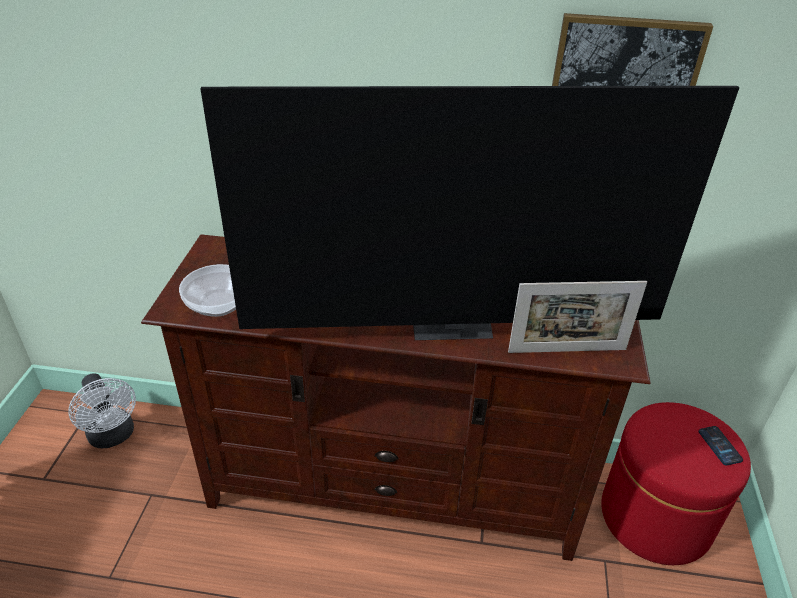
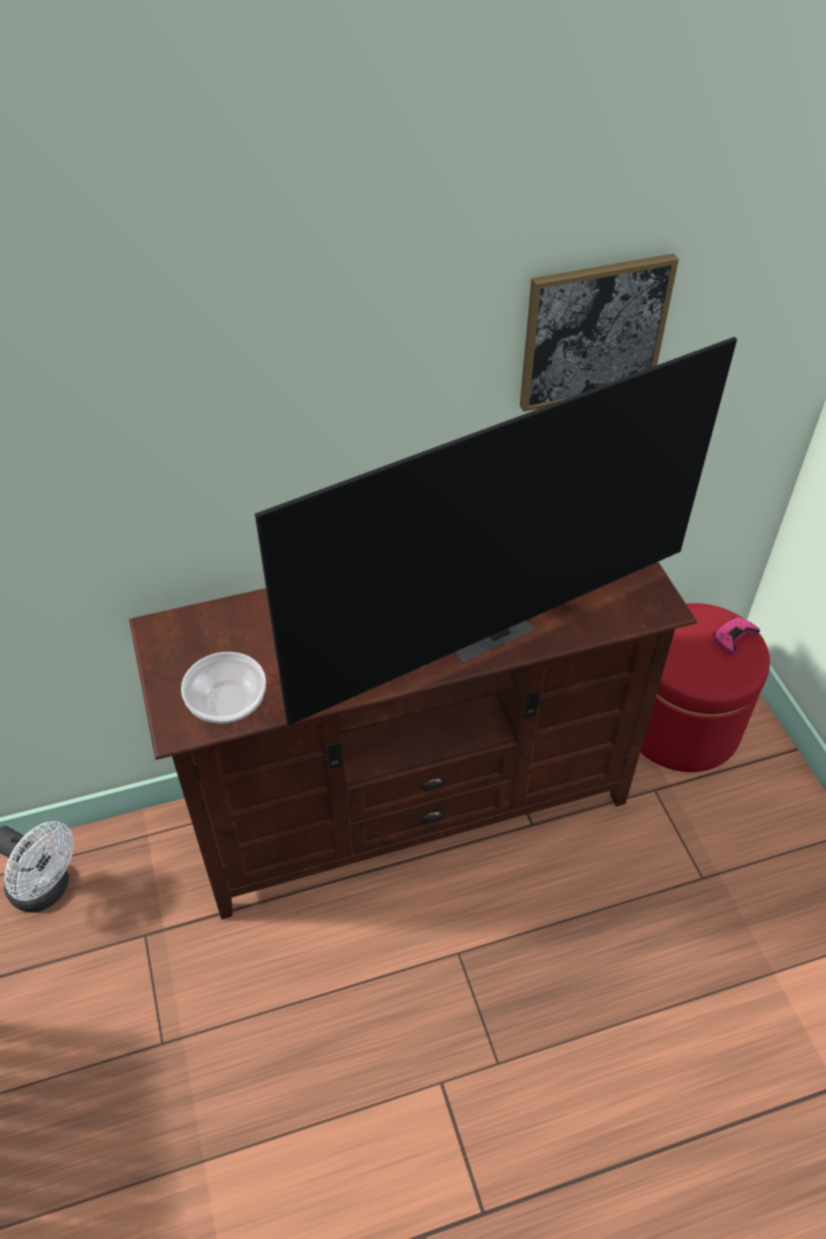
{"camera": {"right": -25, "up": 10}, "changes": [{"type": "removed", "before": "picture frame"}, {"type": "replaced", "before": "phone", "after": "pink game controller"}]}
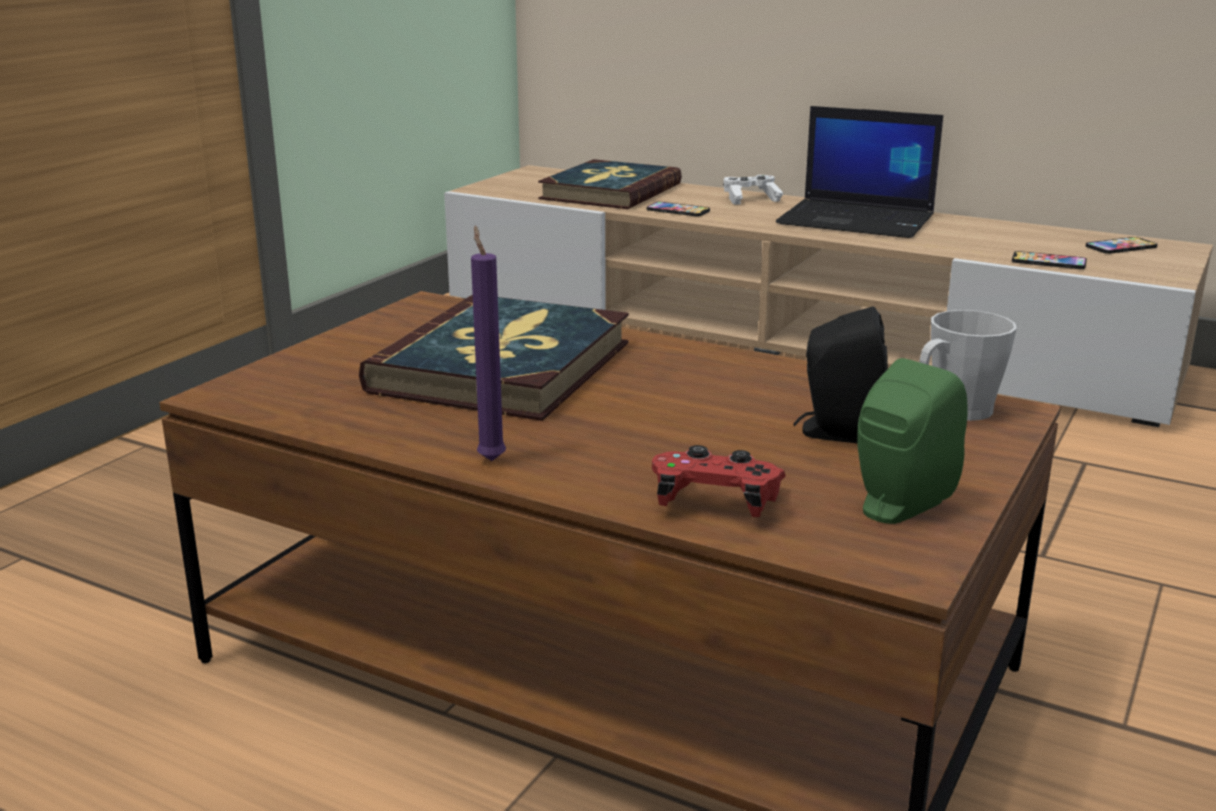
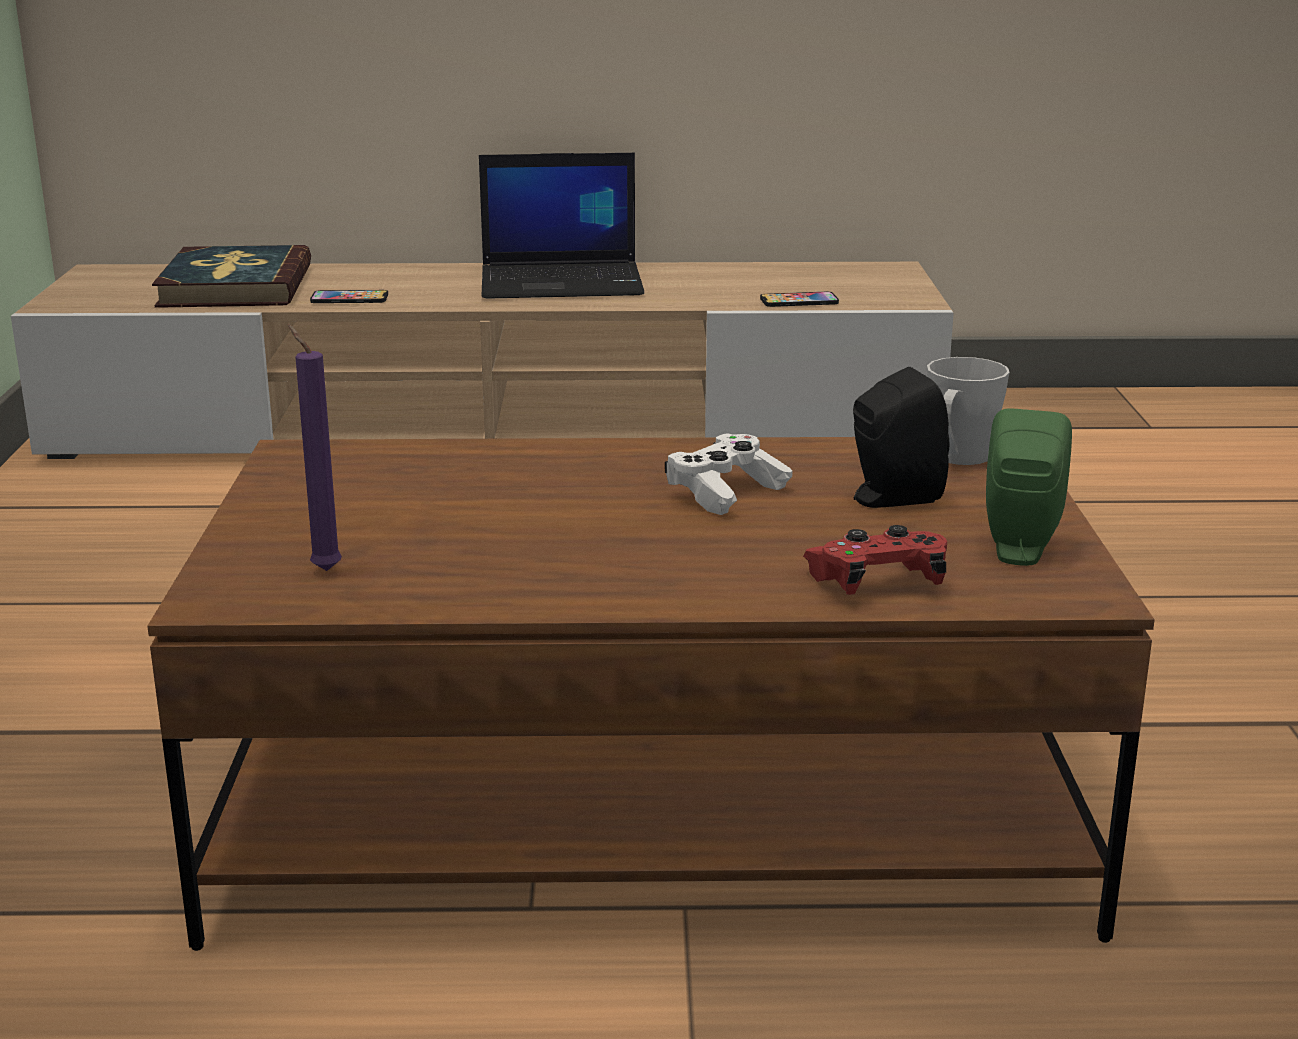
{"camera": {"right": -30, "up": 0}, "changes": [{"type": "removed", "before": "bound book (1st from left)"}, {"type": "removed", "before": "phone (3rd from left)"}, {"type": "moved", "before": "purplish wax light"}, {"type": "moved", "before": "whitish game controller"}]}
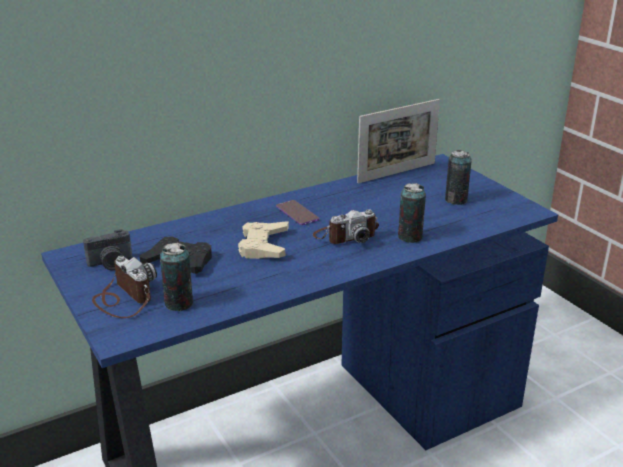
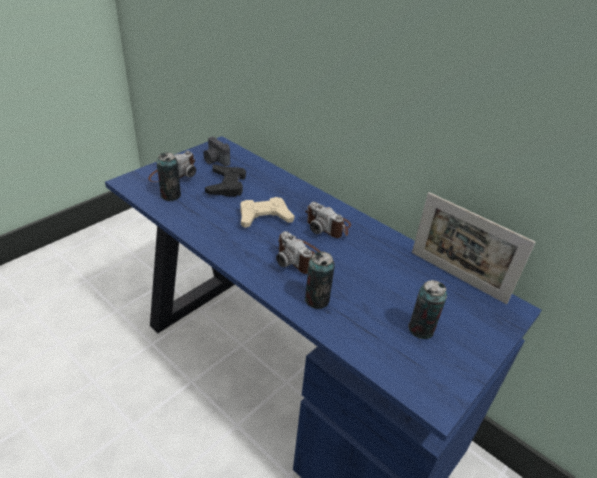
{"camera": {"right": 70, "up": 10}, "changes": [{"type": "replaced", "before": "phone", "after": "photo camera (4th from left)"}]}
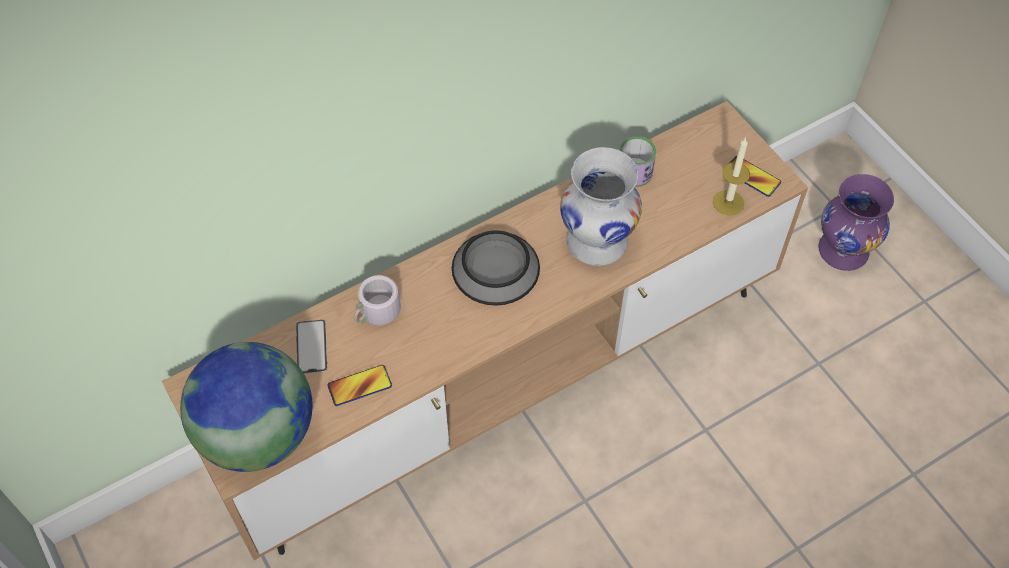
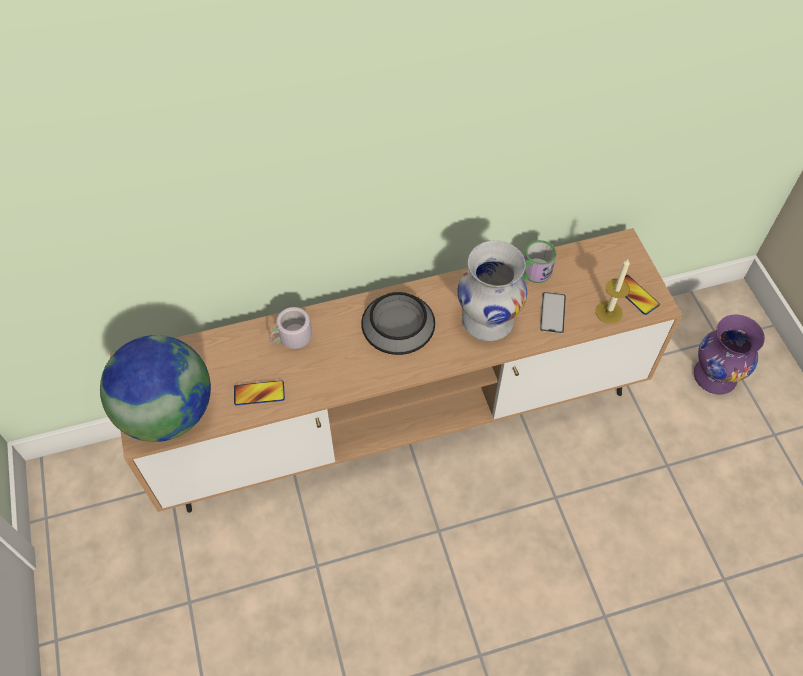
{"camera": {"right": 15, "up": 0}, "changes": [{"type": "moved", "before": "phone (1st from left in the first image)", "after": "phone (2nd from left)"}]}
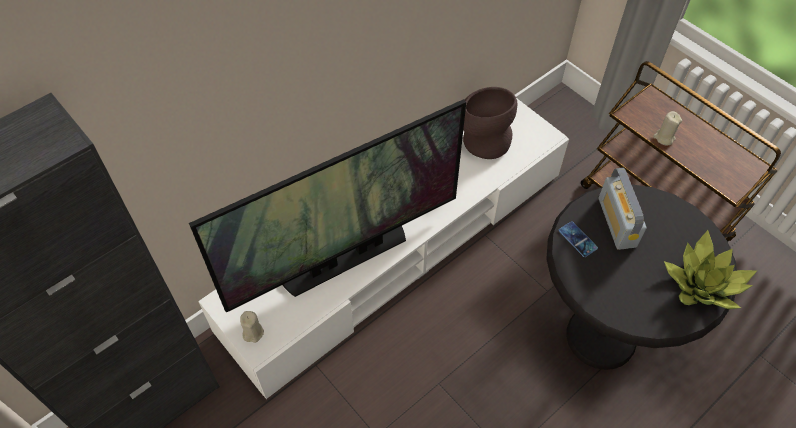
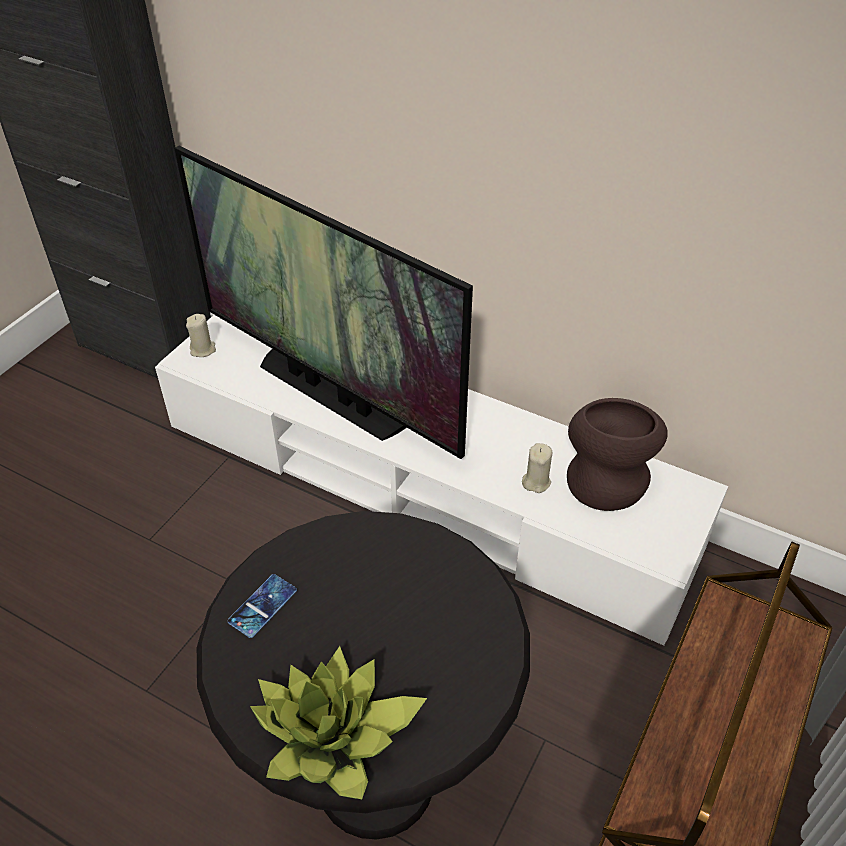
{"camera": {"right": 70, "up": -10}, "changes": [{"type": "removed", "before": "radio"}, {"type": "moved", "before": "phone"}, {"type": "moved", "before": "sand-coloured wax light (2nd from left)"}]}
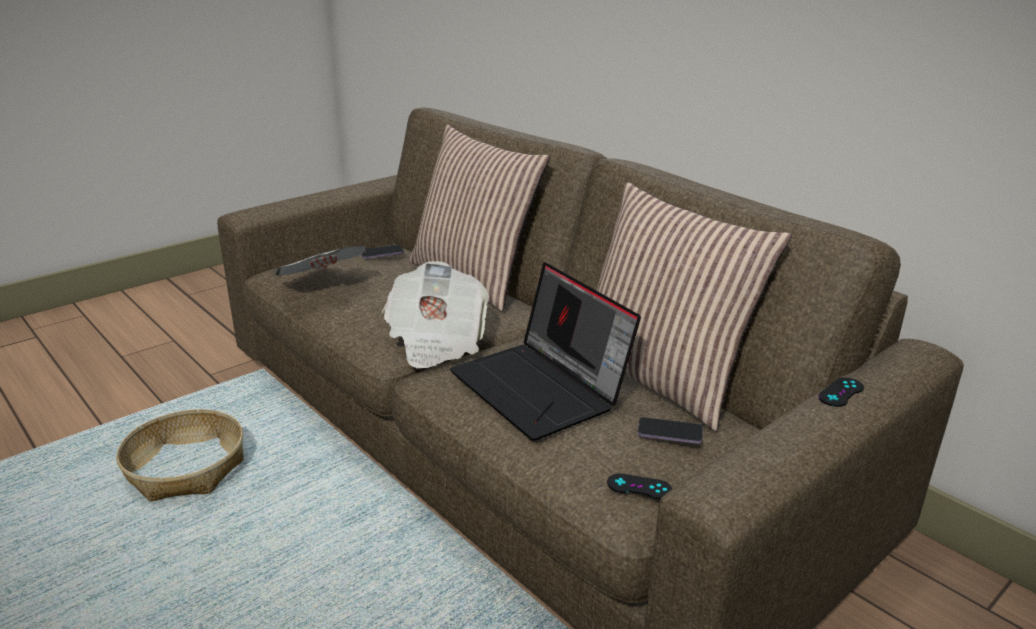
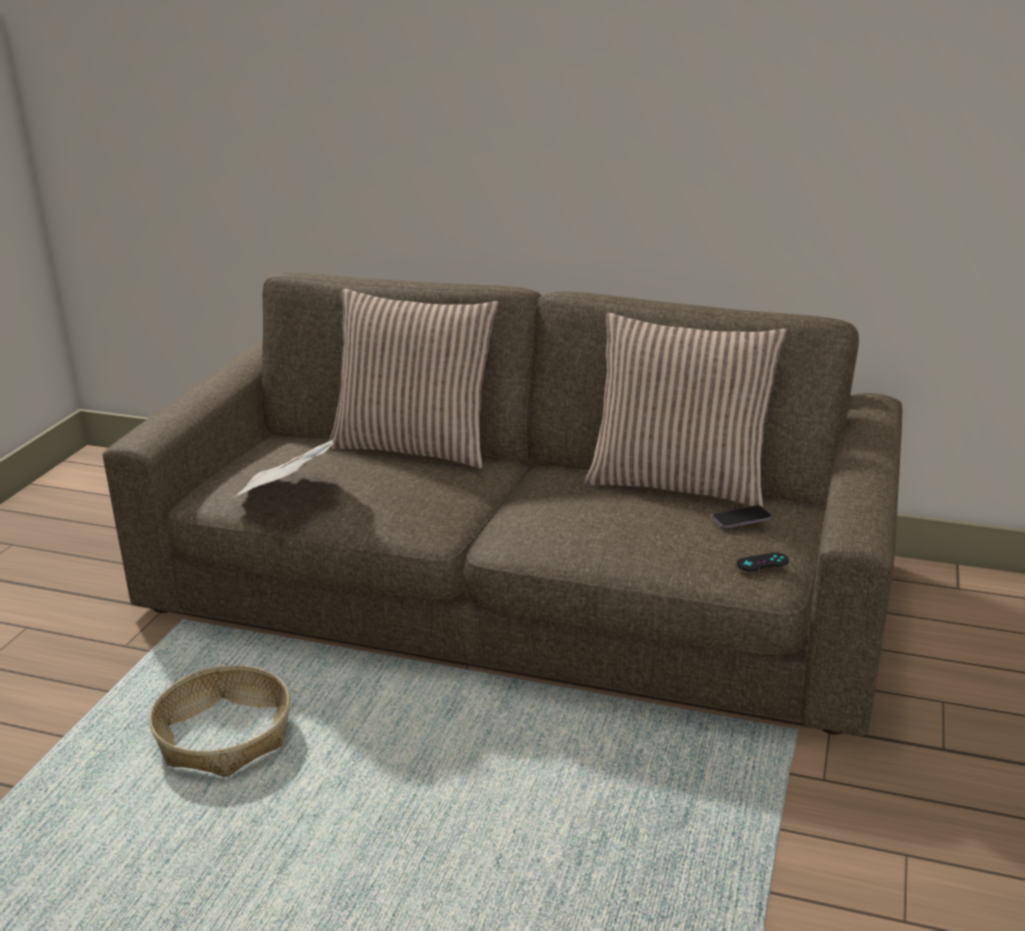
{"camera": {"right": -30, "up": 0}, "changes": [{"type": "removed", "before": "phone (1st from left)"}, {"type": "removed", "before": "newspaper (2nd from left)"}, {"type": "removed", "before": "notebook computer"}, {"type": "removed", "before": "black game controller (2nd from left)"}]}
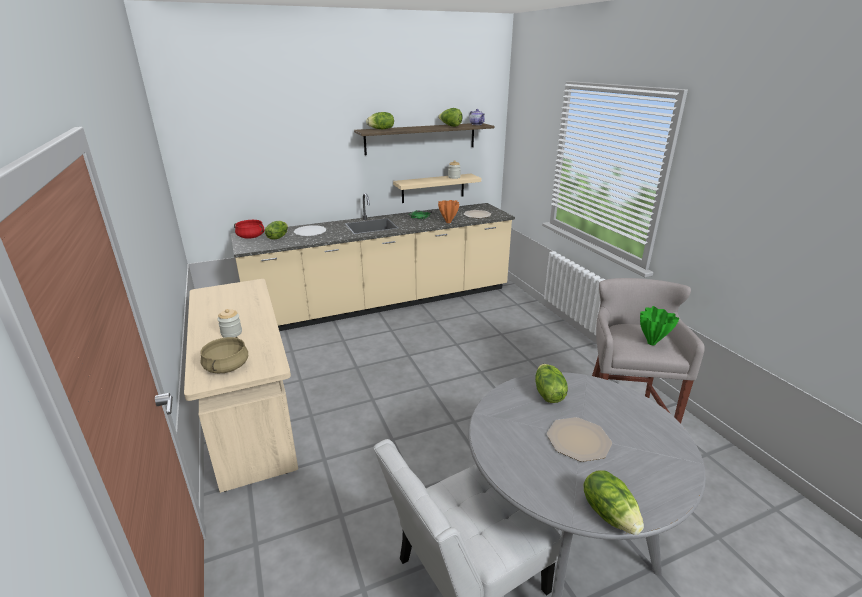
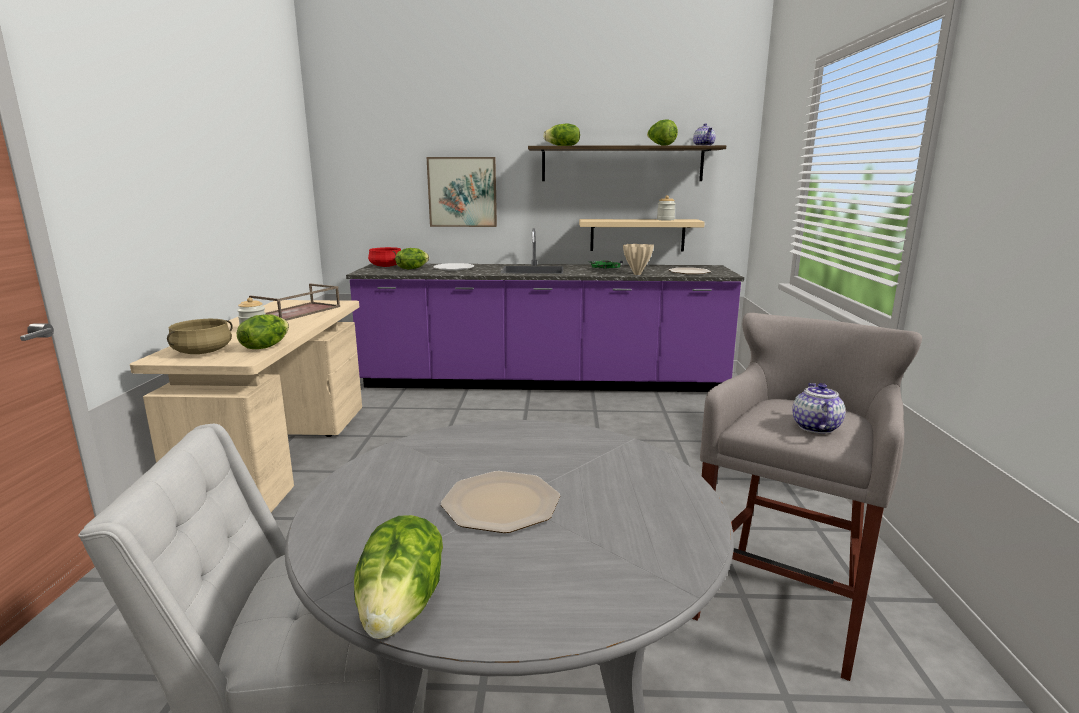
{"camera": {"right": 25, "up": -10}, "changes": [{"type": "added", "after": "brown serving tray"}, {"type": "added", "after": "wall picture"}, {"type": "moved", "before": "lettuce head (4th from left in the first image)", "after": "lettuce head (1st from left)"}, {"type": "replaced", "before": "green-coloured vase", "after": "pot for tea (2nd from left)"}, {"type": "recoloured", "before": "sand-coloured counter", "after": "purplish counter"}, {"type": "recoloured", "before": "orange-coloured vase", "after": "sand-coloured vase"}]}
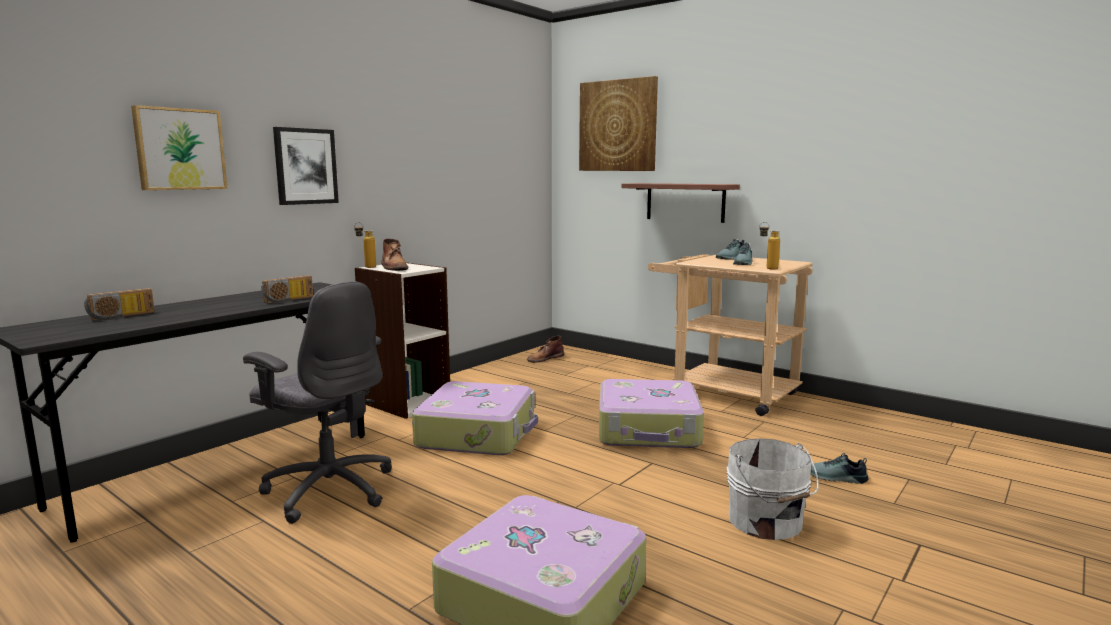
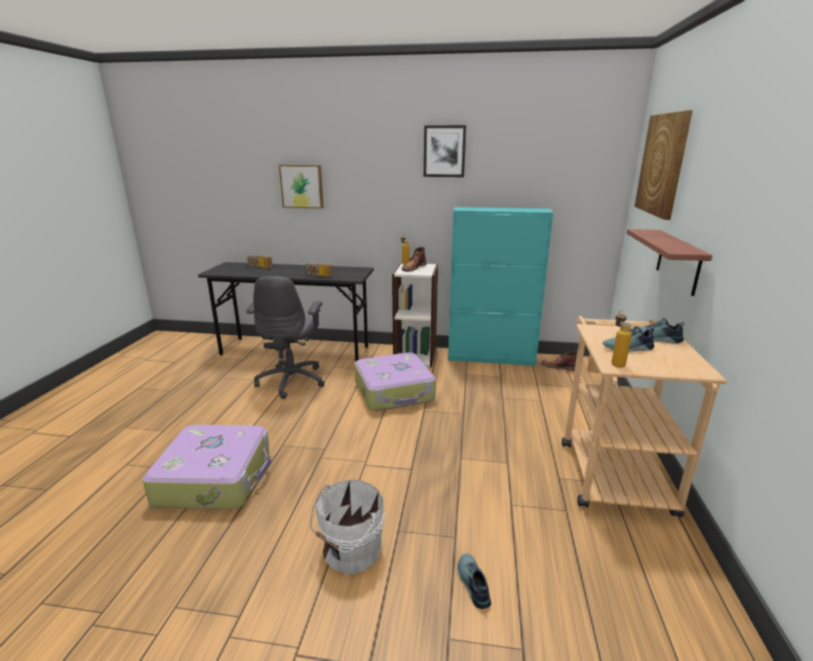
{"camera": {"right": 60, "up": 10}, "changes": [{"type": "removed", "before": "suitcase (3rd from left)"}, {"type": "added", "after": "turquoise cabinet"}, {"type": "moved", "before": "wall picture (2nd from left)"}]}
